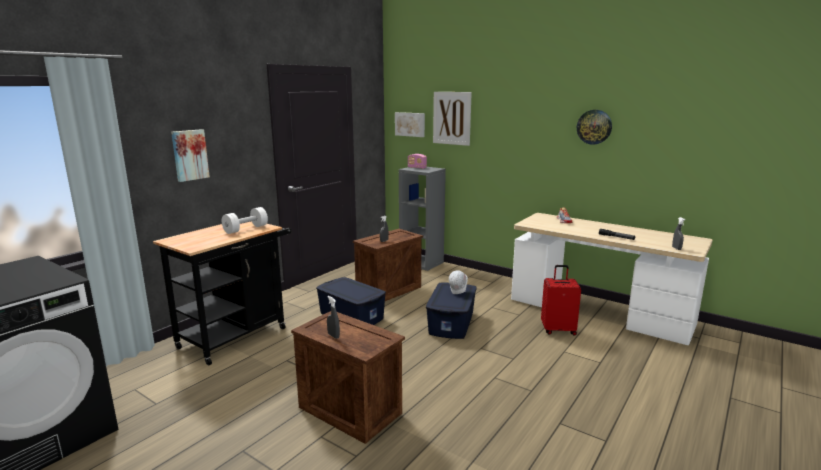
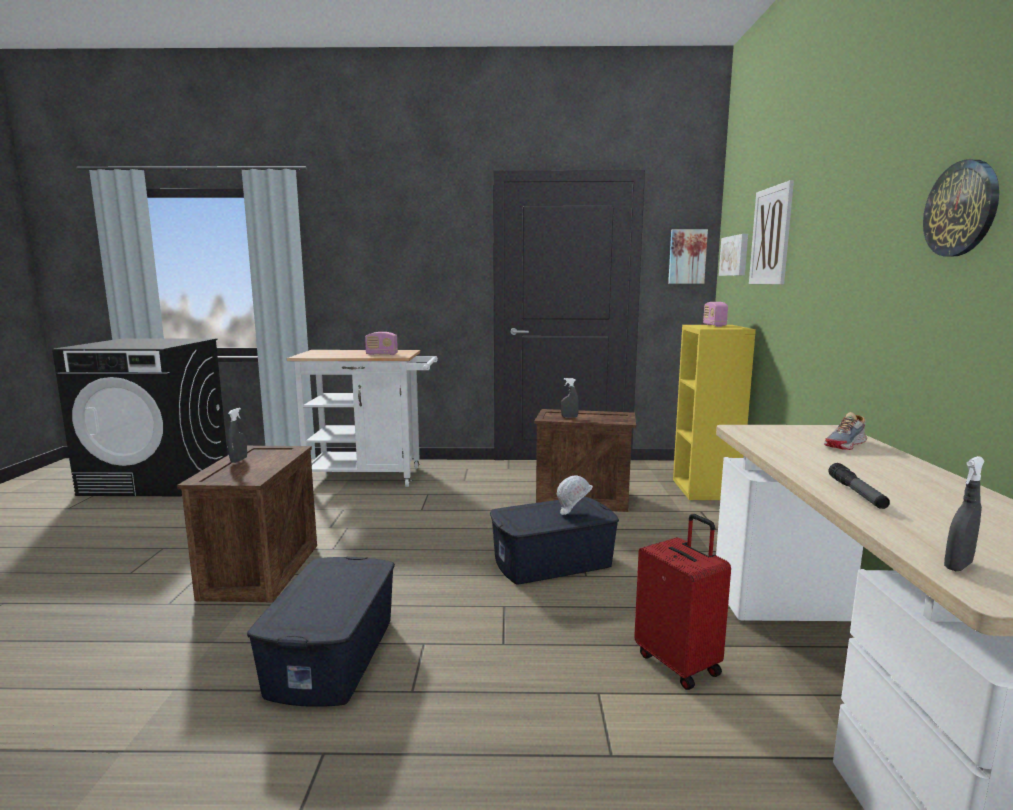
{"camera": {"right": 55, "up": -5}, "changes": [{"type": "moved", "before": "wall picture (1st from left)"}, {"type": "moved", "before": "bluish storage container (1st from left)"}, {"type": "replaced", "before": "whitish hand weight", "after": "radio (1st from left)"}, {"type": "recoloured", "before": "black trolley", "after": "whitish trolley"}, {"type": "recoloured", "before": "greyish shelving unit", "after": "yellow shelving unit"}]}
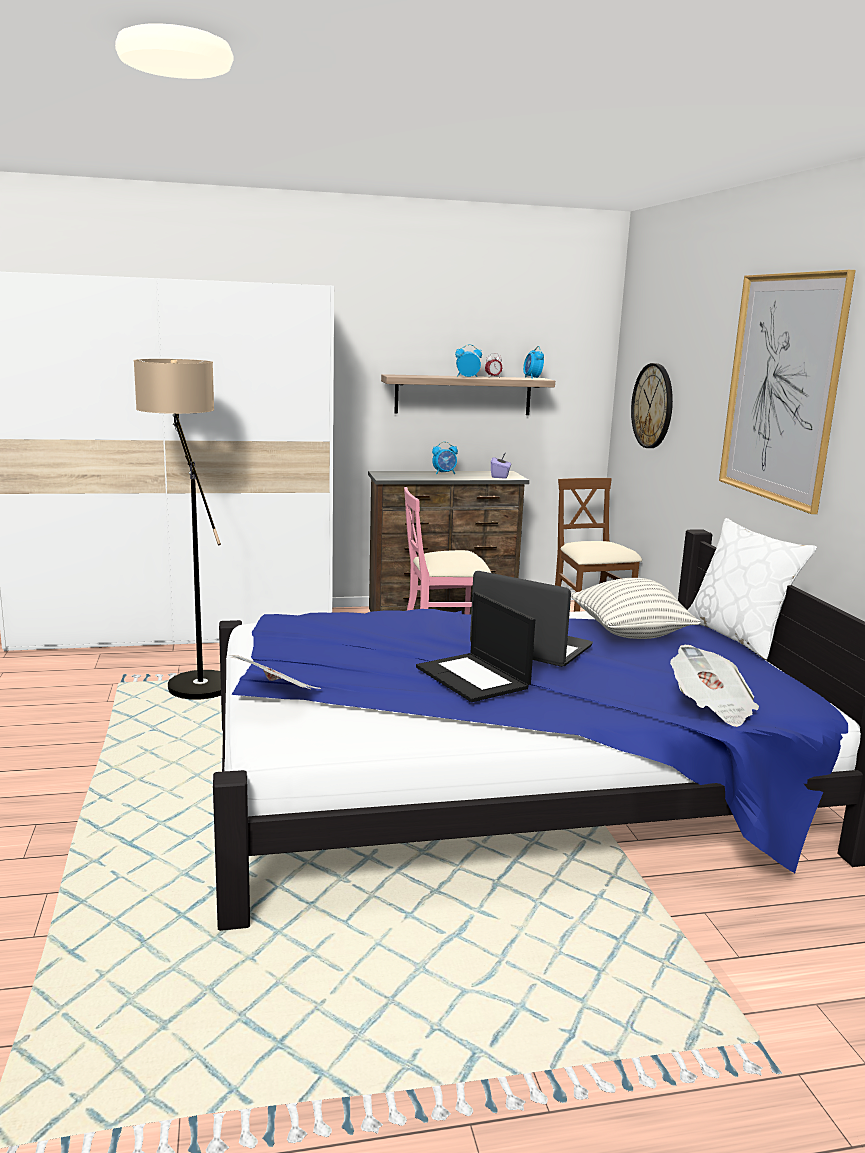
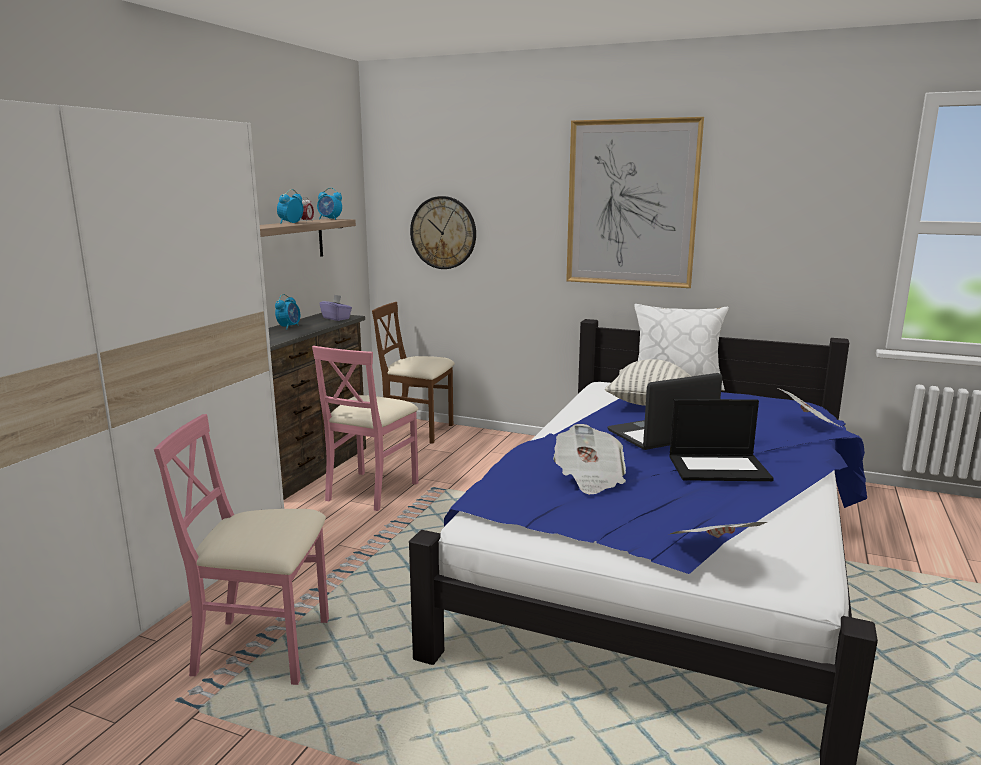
{"camera": {"right": -55, "up": 0}, "changes": [{"type": "added", "after": "newspaper (1st from left)"}, {"type": "replaced", "before": "standard lamp", "after": "pink plain chair (1st from left)"}]}
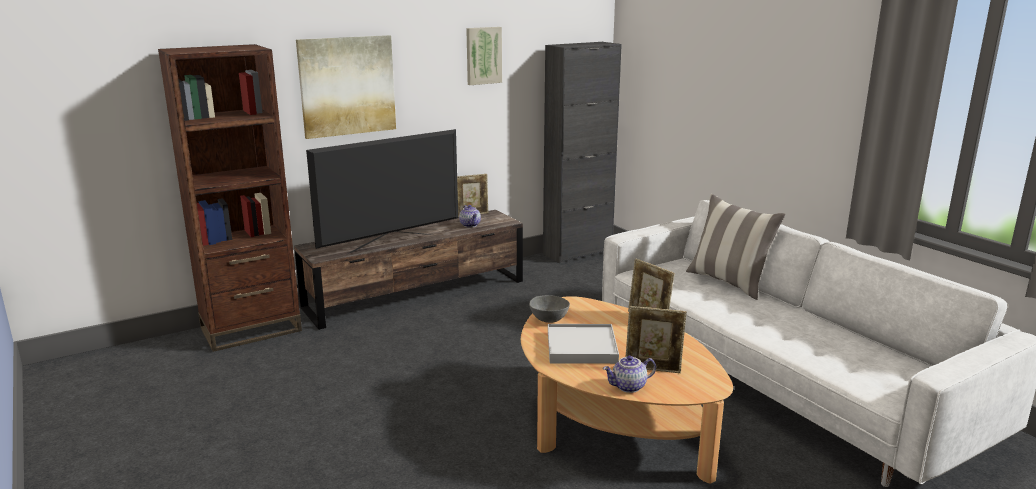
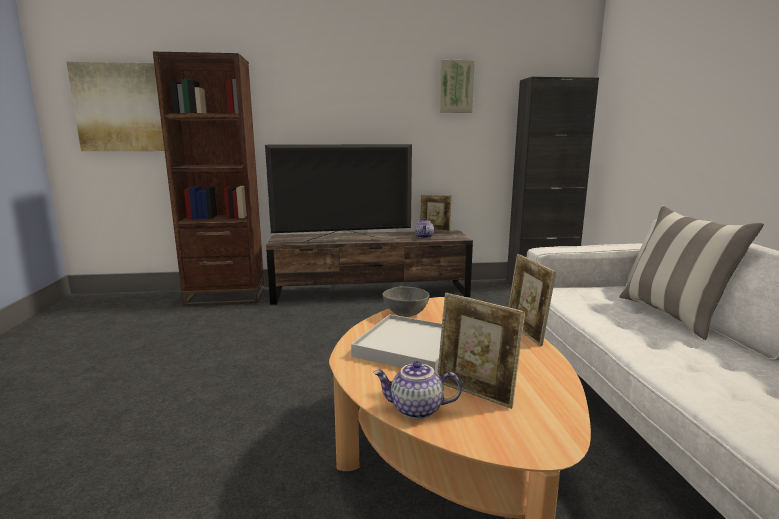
{"camera": {"right": 25, "up": -5}, "changes": [{"type": "moved", "before": "wall picture (1st from left)"}]}
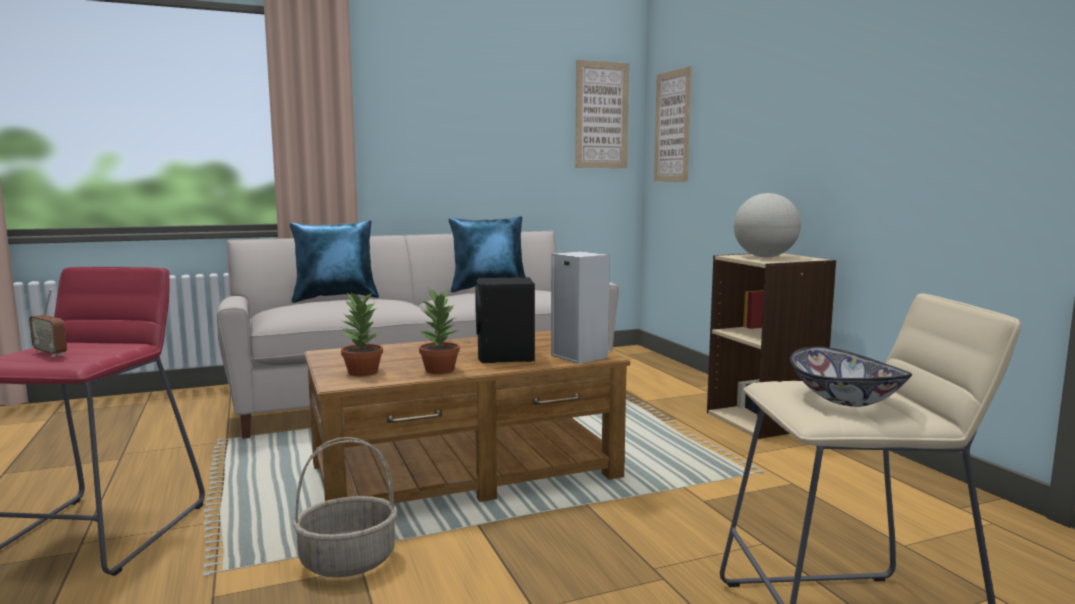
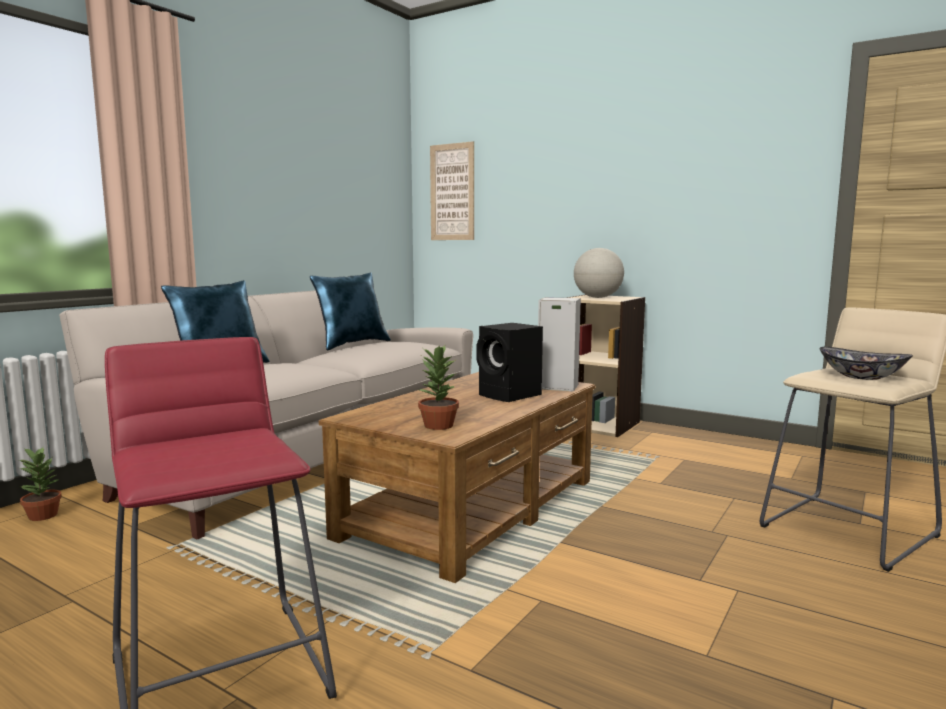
{"camera": {"right": -35, "up": 0}, "changes": [{"type": "removed", "before": "radio"}, {"type": "removed", "before": "household basket"}, {"type": "removed", "before": "wall picture (1st from left)"}, {"type": "moved", "before": "potted plant (2nd from left in the first image)", "after": "potted plant (1st from left)"}]}
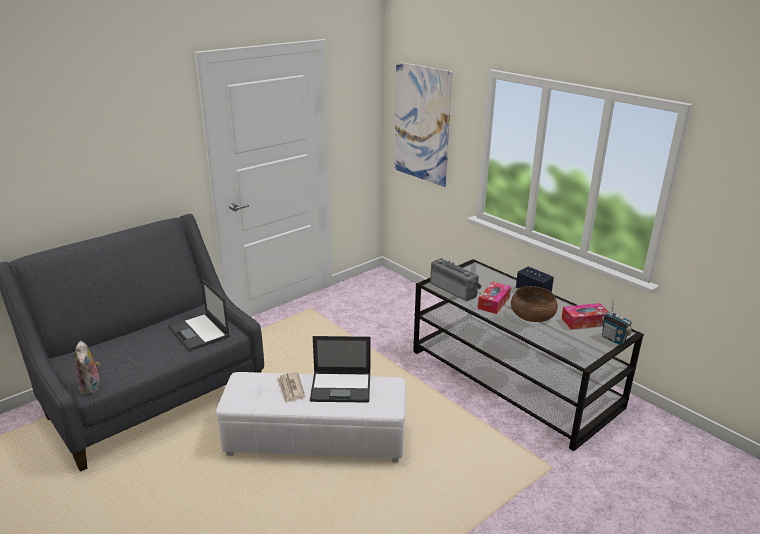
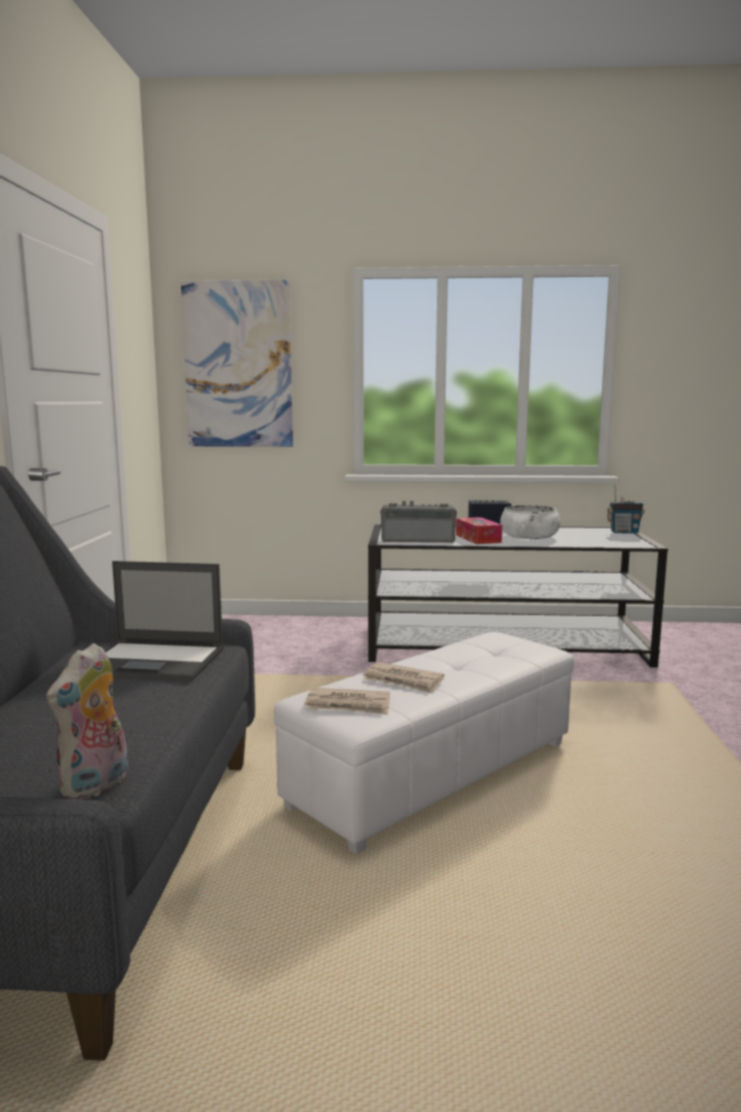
{"camera": {"right": -45, "up": -15}, "changes": [{"type": "removed", "before": "notebook computer (2nd from left)"}, {"type": "removed", "before": "box of tissues (2nd from left)"}, {"type": "added", "after": "newspaper (1st from left)"}, {"type": "recoloured", "before": "brown bowl", "after": "whitish bowl"}, {"type": "turned", "before": "soft toy", "turn": 90}]}
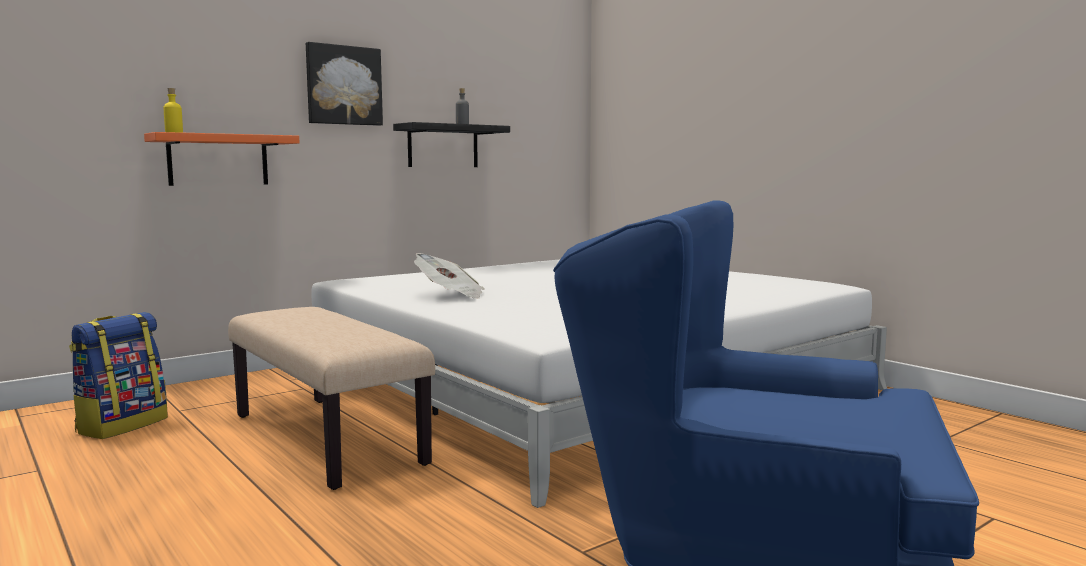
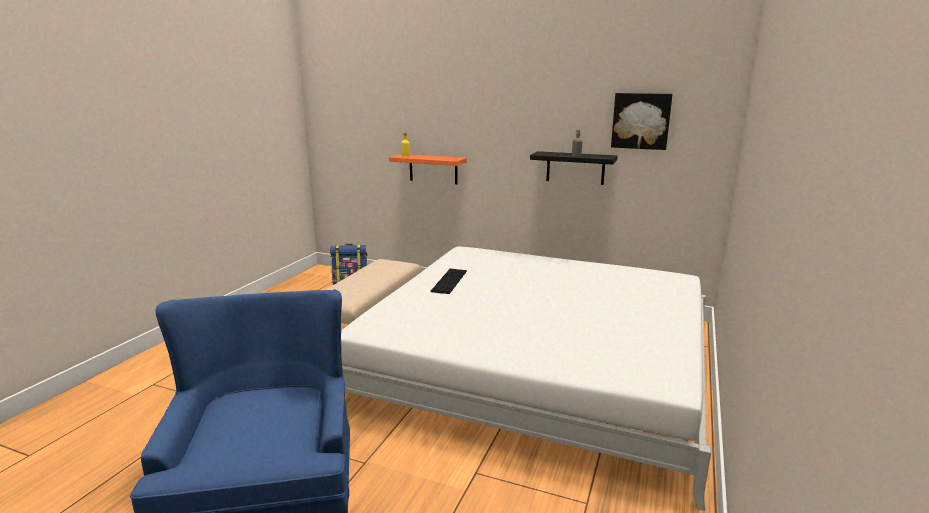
{"camera": {"right": 60, "up": 10}, "changes": [{"type": "moved", "before": "wall picture"}, {"type": "replaced", "before": "newspaper", "after": "keyboard"}]}
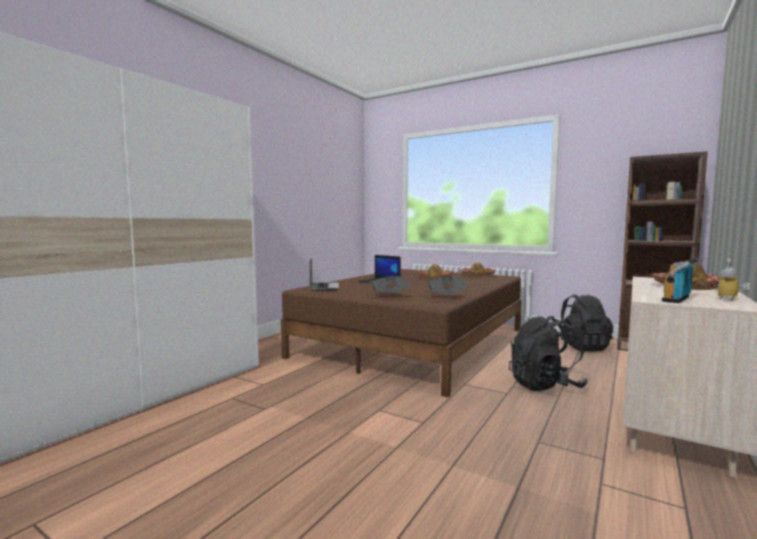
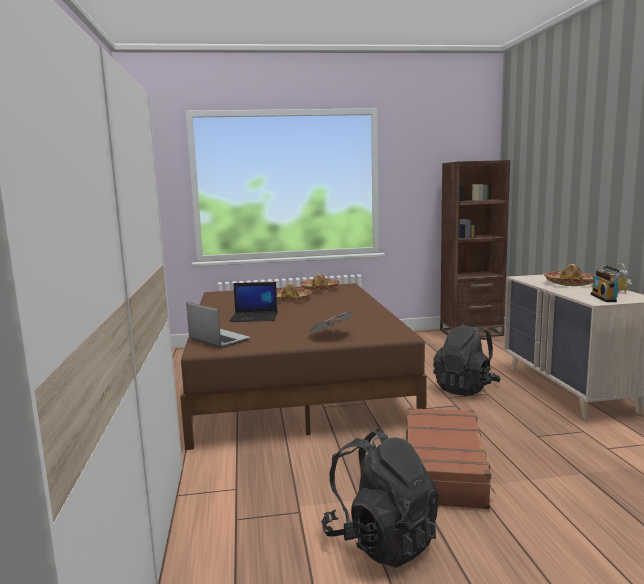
{"camera": {"right": -40, "up": 5}, "changes": [{"type": "removed", "before": "newspaper (2nd from left)"}, {"type": "added", "after": "brown suitcase"}, {"type": "moved", "before": "black backpack (2nd from left in the first image)", "after": "black backpack (1st from left)"}]}
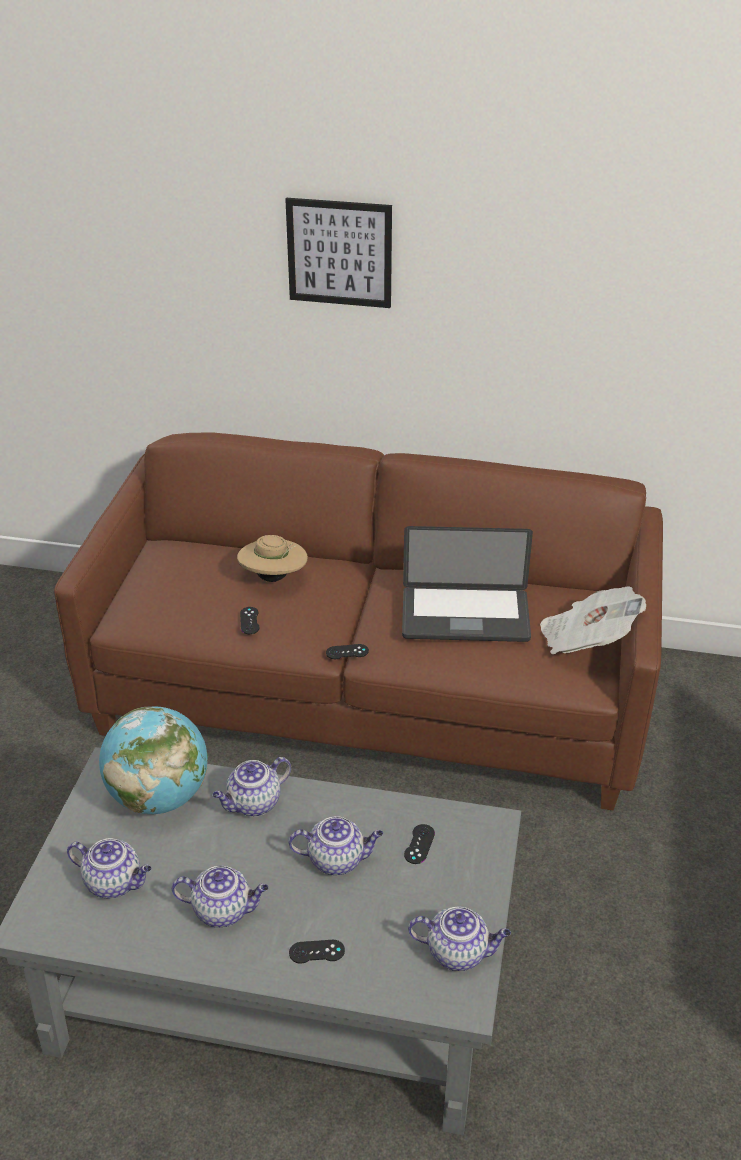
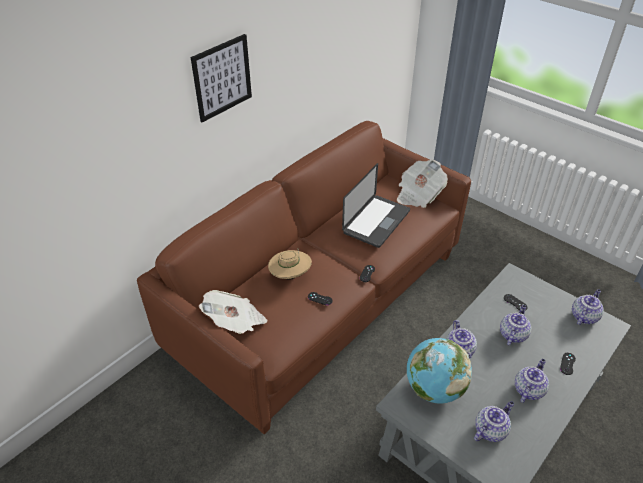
{"camera": {"right": -60, "up": 5}, "changes": [{"type": "added", "after": "newspaper (1st from left)"}]}
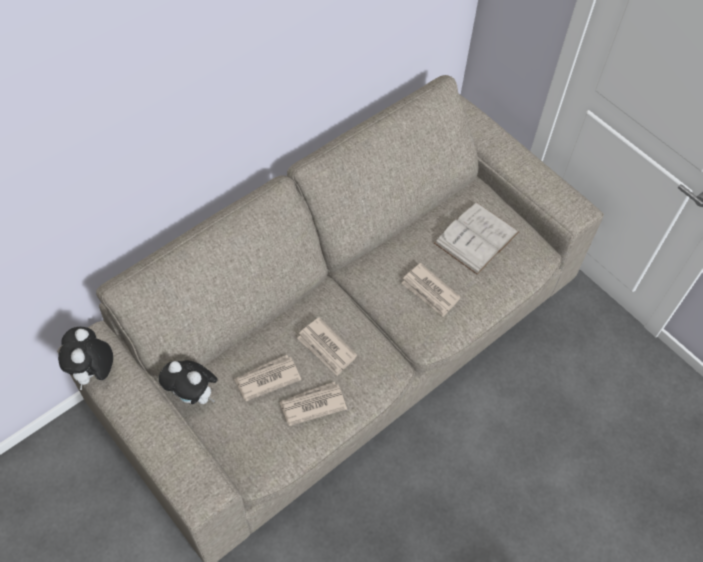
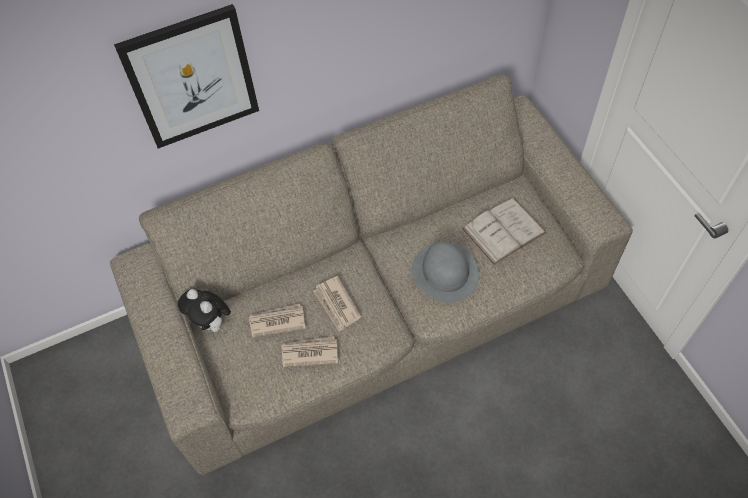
{"camera": {"right": 20, "up": 0}, "changes": [{"type": "removed", "before": "soft toy (1st from left)"}, {"type": "added", "after": "wall picture"}, {"type": "replaced", "before": "newspaper (4th from left)", "after": "greyish wearable hat"}]}
